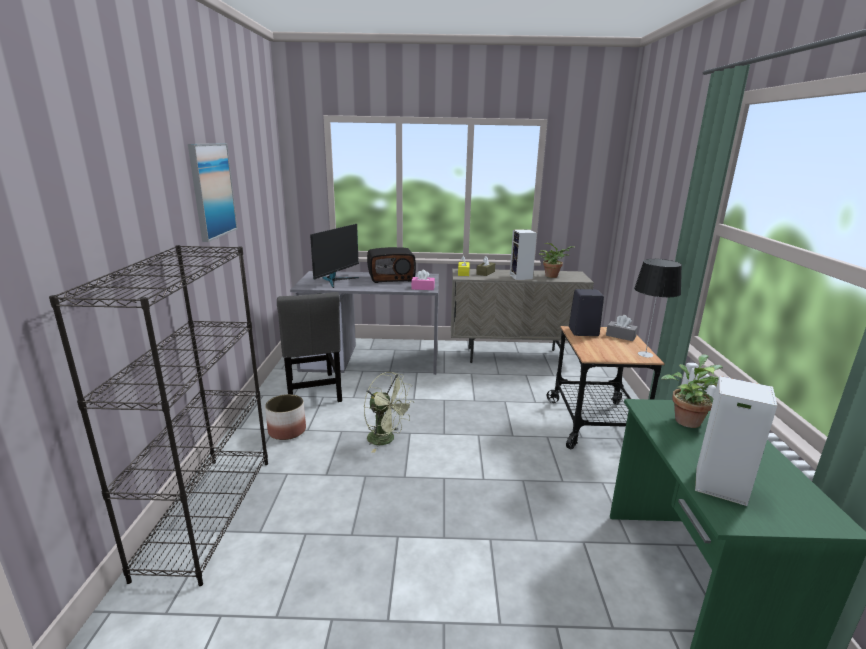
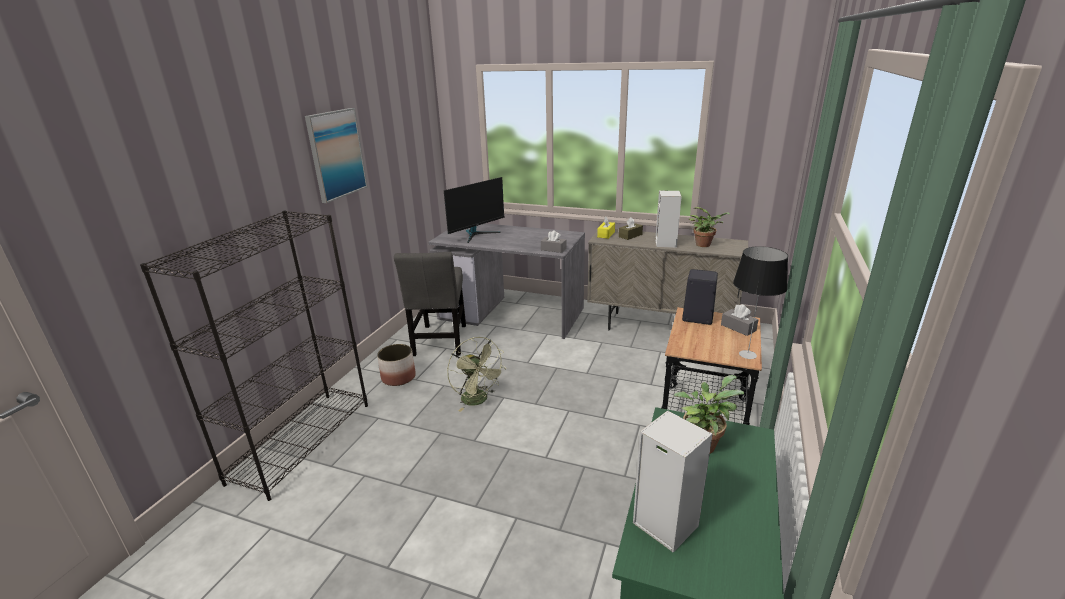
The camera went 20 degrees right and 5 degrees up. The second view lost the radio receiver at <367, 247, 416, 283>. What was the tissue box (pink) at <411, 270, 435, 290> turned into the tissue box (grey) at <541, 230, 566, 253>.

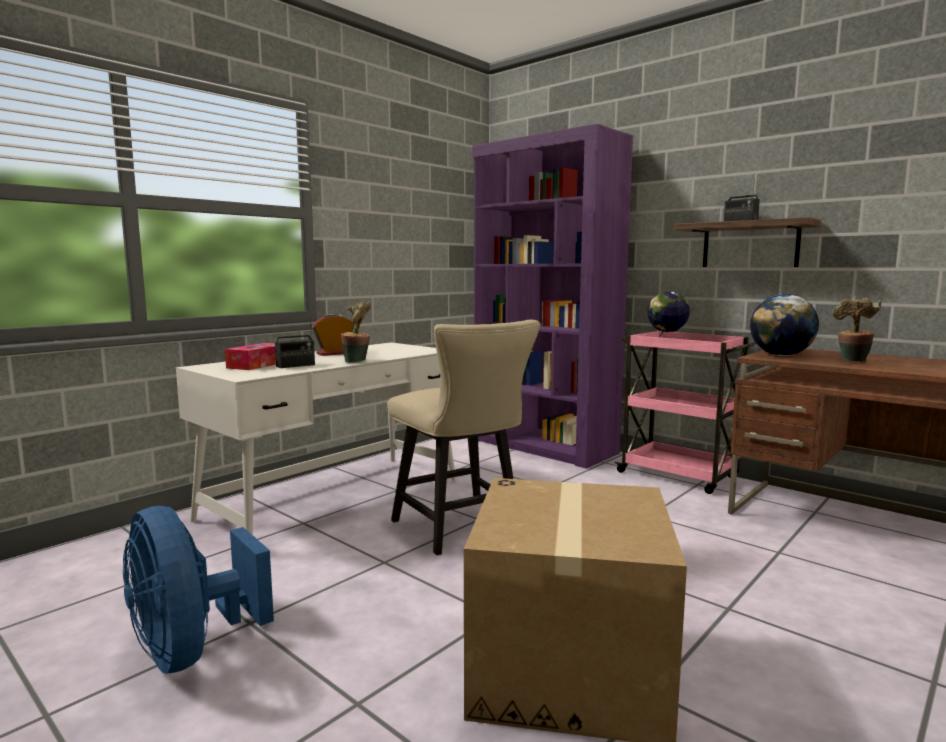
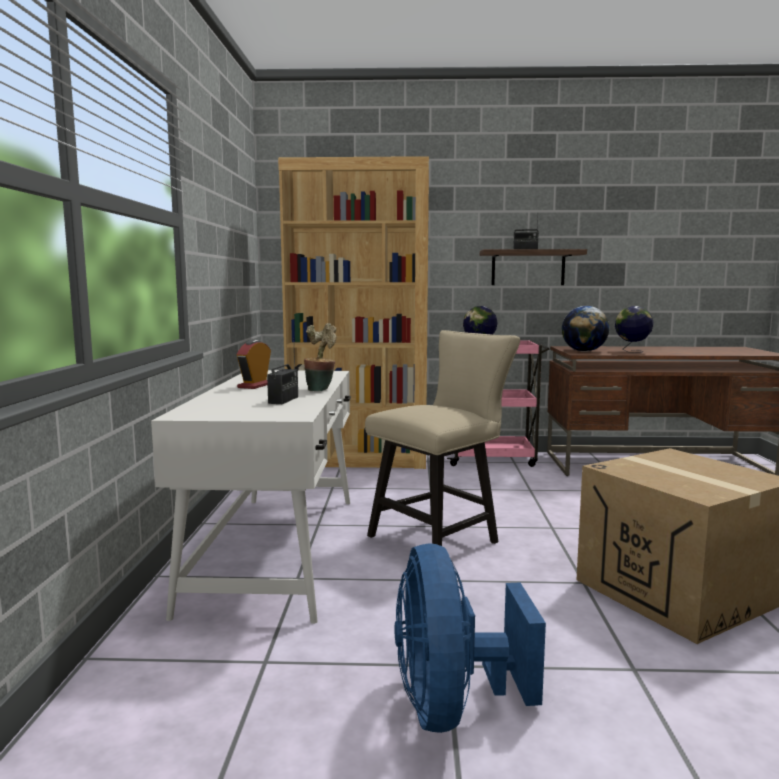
The camera went 40 degrees left and 0 degrees up. The cooling fan (blue-coloured) at <123, 506, 274, 674> ended up facing another way, 75 degrees clockwise from before. The second view lost the tissue box at <225, 343, 276, 370>. The plain chair (beige) at <388, 320, 540, 555> ended up facing another way, 60 degrees counterclockwise from before. What was the bookcase (purplish) at <472, 124, 633, 469> turned into the bookcase (brown-coloured) at <278, 156, 429, 469>. Where the potted plant stood at <832, 296, 881, 362>, the globe came to stand at <615, 306, 653, 353>.

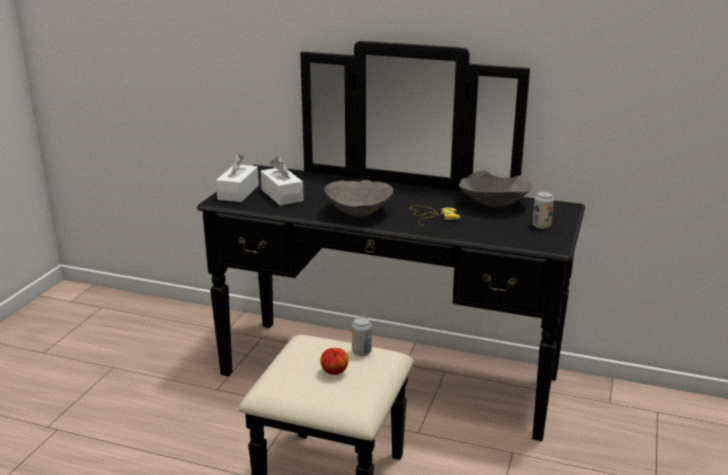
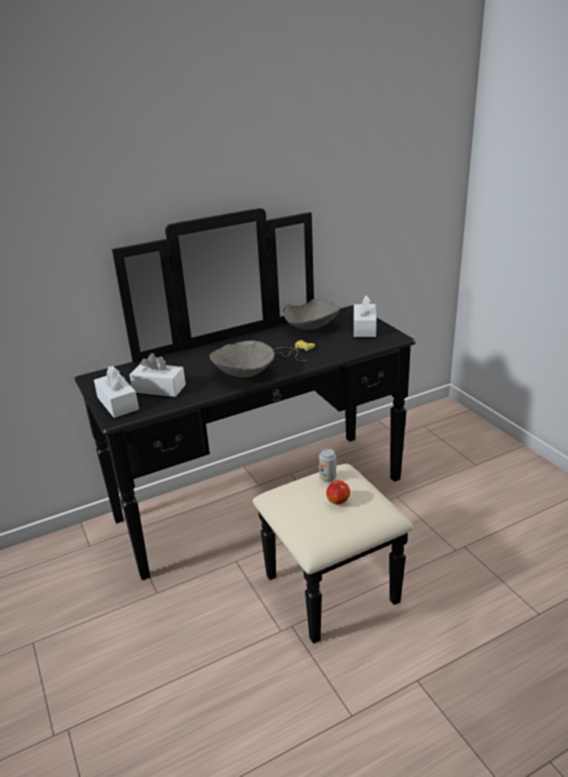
The camera went 45 degrees left and 5 degrees up. Where the sealed can stood at <532, 191, 554, 229>, the tissue box (whitish) came to stand at <354, 296, 377, 337>.

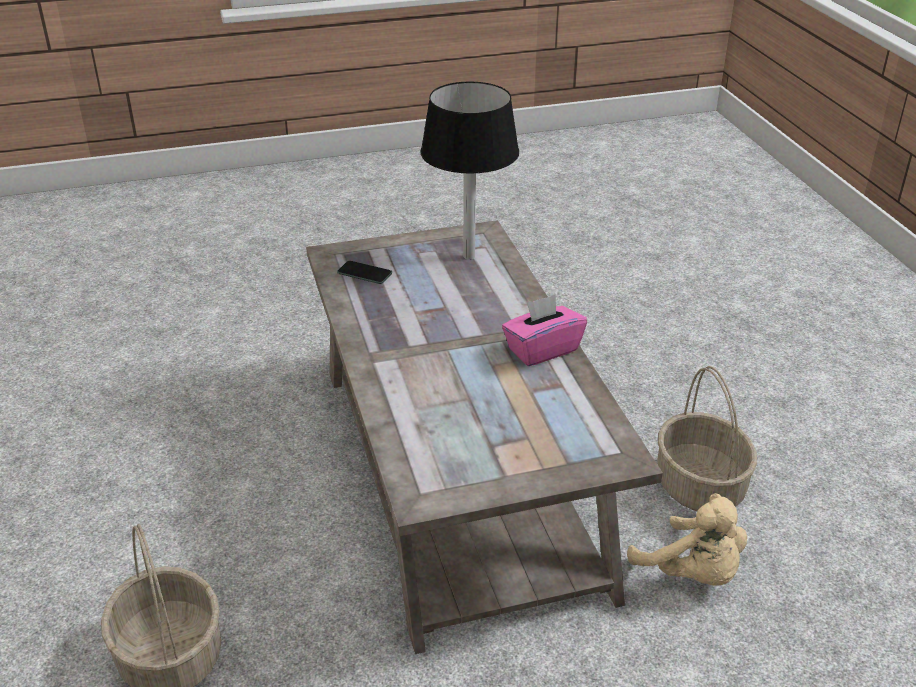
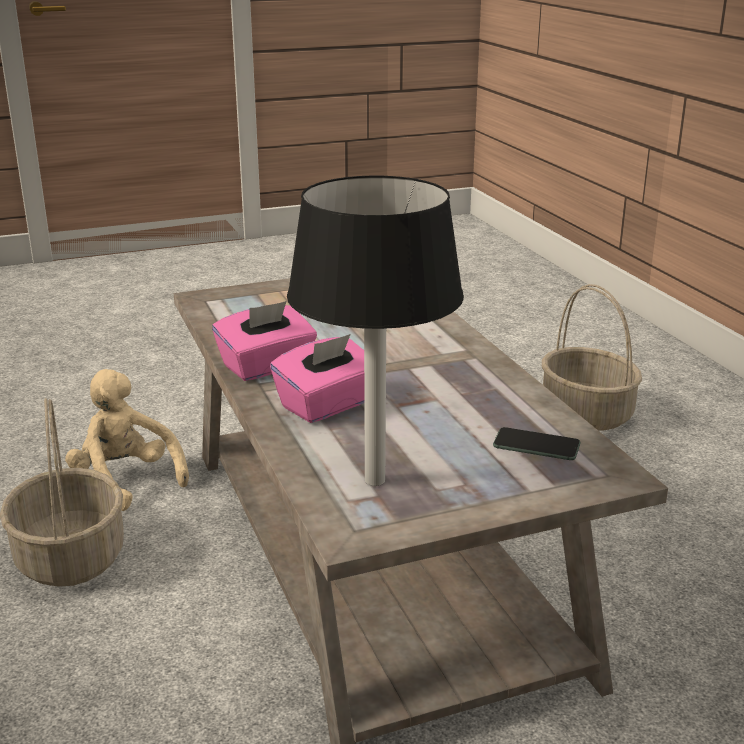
The camera went 175 degrees right and 10 degrees down. The second view gained the tissue box (pink) at <270, 334, 365, 423>.

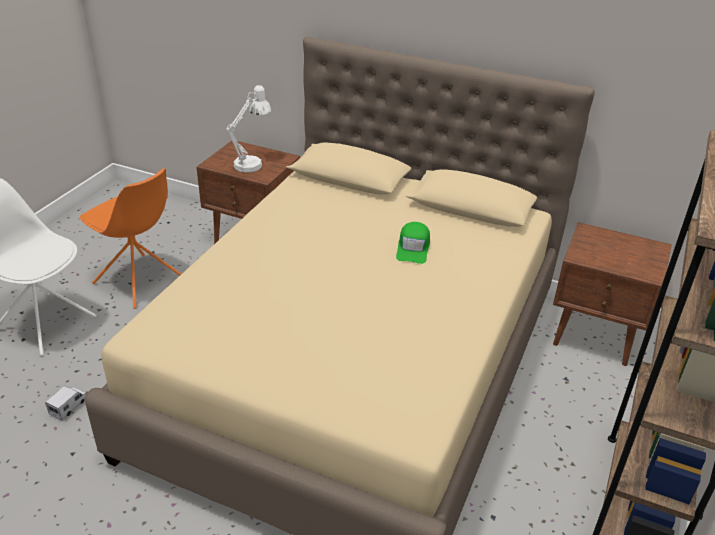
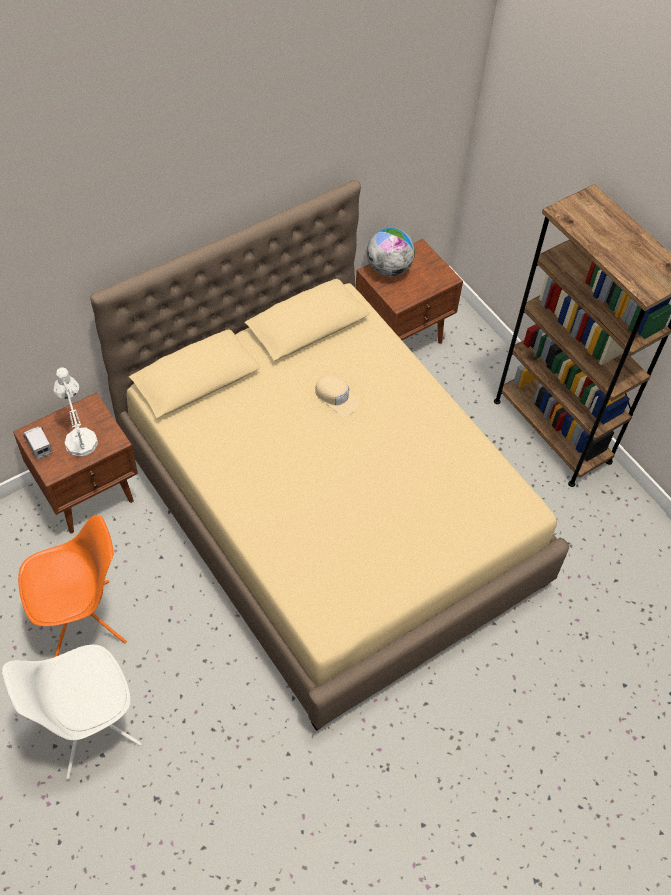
The camera went 60 degrees left and 20 degrees up. The model truck ended up elsewhere, having gone from <45, 386, 86, 420> to <23, 426, 53, 460>. What was the peaked cap (green) at <396, 222, 430, 264> turned into the peaked cap (beige) at <315, 374, 361, 417>. The second view gained the globe at <367, 228, 415, 277>.

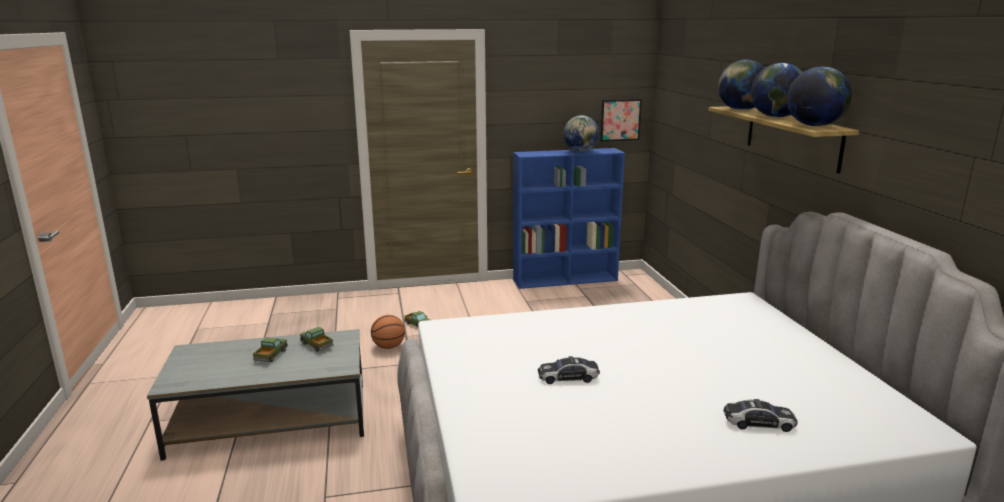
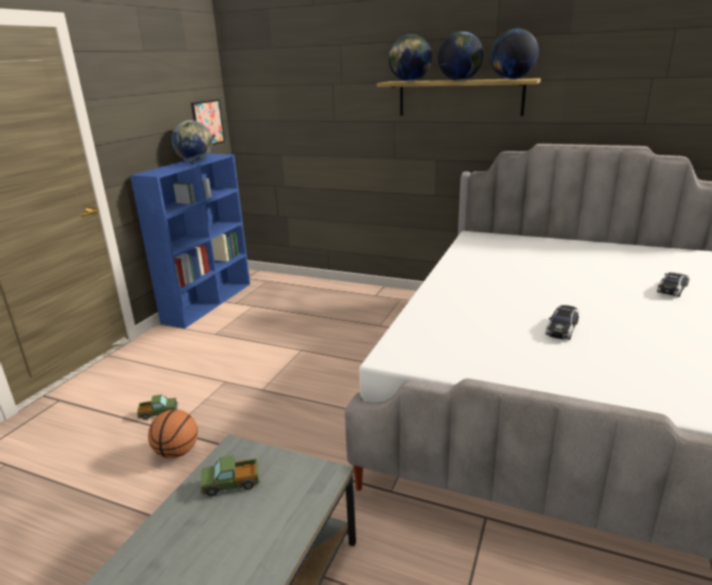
The camera went 55 degrees left and 5 degrees up. The second view lost the model truck at <253, 337, 288, 362>.

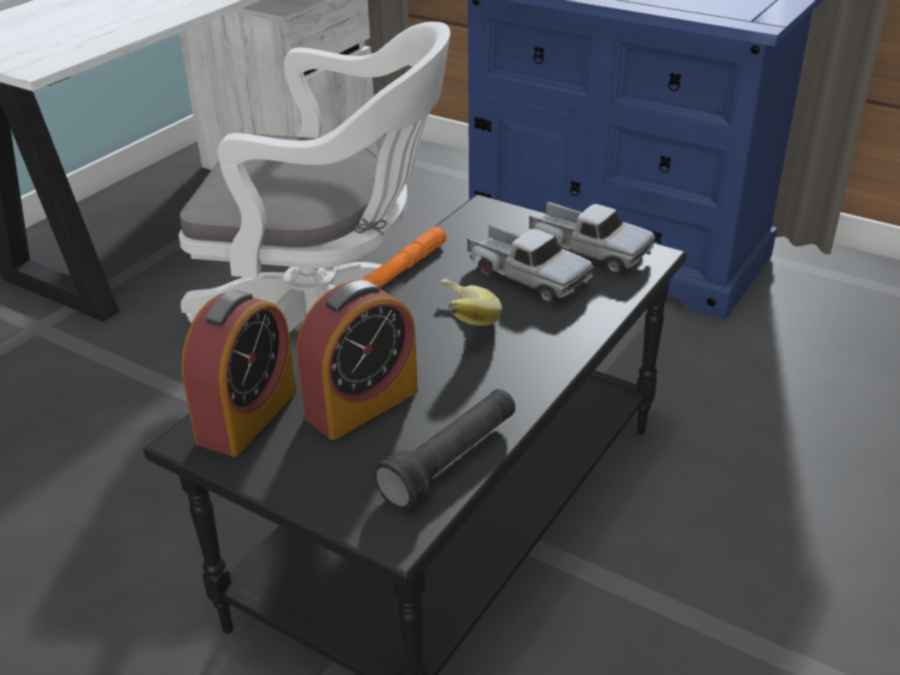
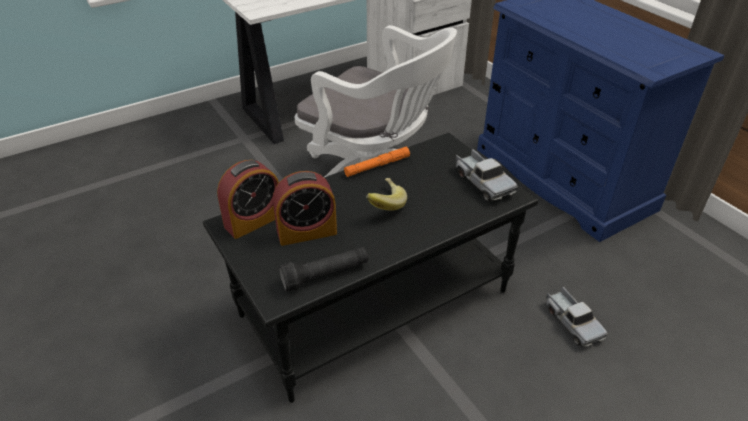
The camera went 25 degrees right and 5 degrees up. The model truck ended up elsewhere, having gone from <467, 224, 594, 303> to <546, 287, 608, 347>.

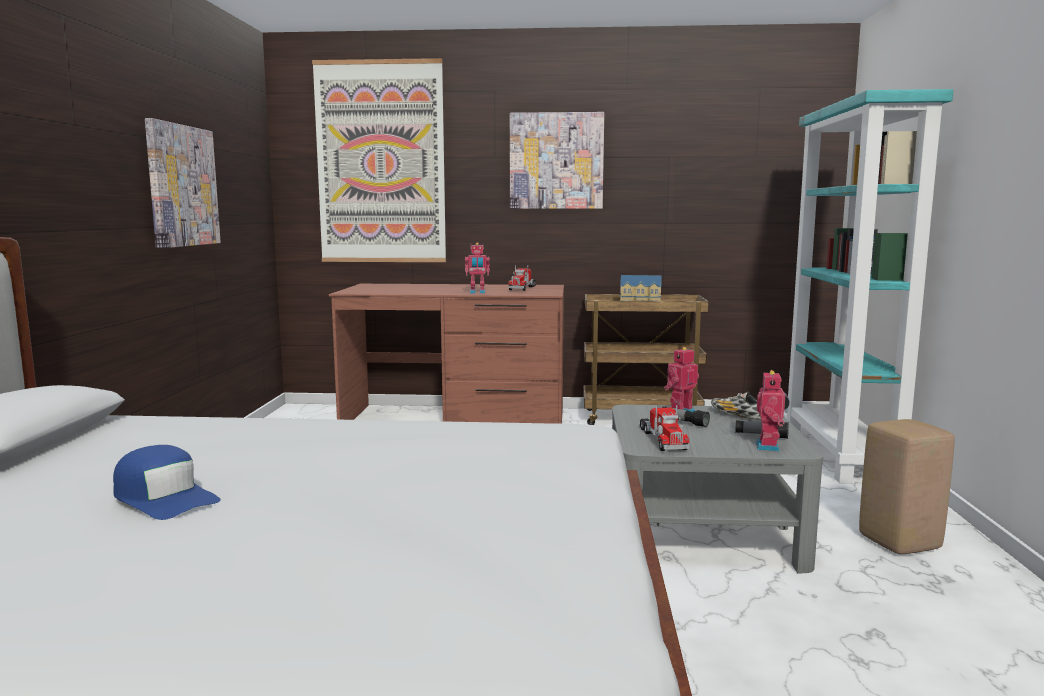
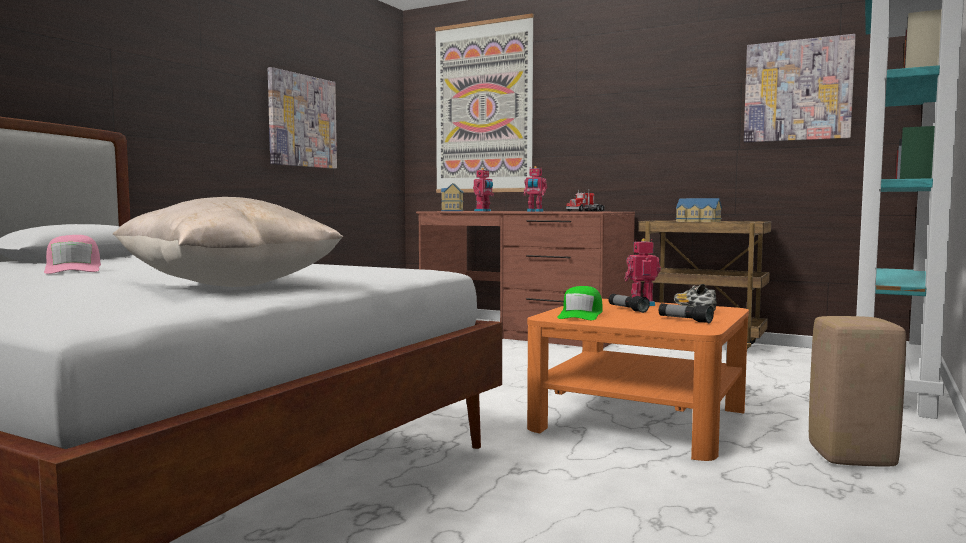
The camera went 25 degrees right and 5 degrees down. What was the peaked cap (blue-coloured) at <113, 445, 221, 520> turned into the peaked cap (pink) at <44, 235, 101, 274>. The wall art ended up elsewhere, having gone from <510, 112, 604, 209> to <744, 34, 856, 143>. What was the low table (grey) at <612, 405, 824, 573> turned into the low table (orangey) at <527, 299, 749, 461>. Where the model truck stood at <640, 405, 690, 451>, the peaked cap (green) came to stand at <557, 286, 603, 320>. The toy robot ended up elsewhere, having gone from <756, 370, 789, 451> to <473, 168, 494, 211>. The second view gained the cushion (beige) at <113, 197, 343, 287>. The second view gained the toy house at <441, 183, 464, 211>.

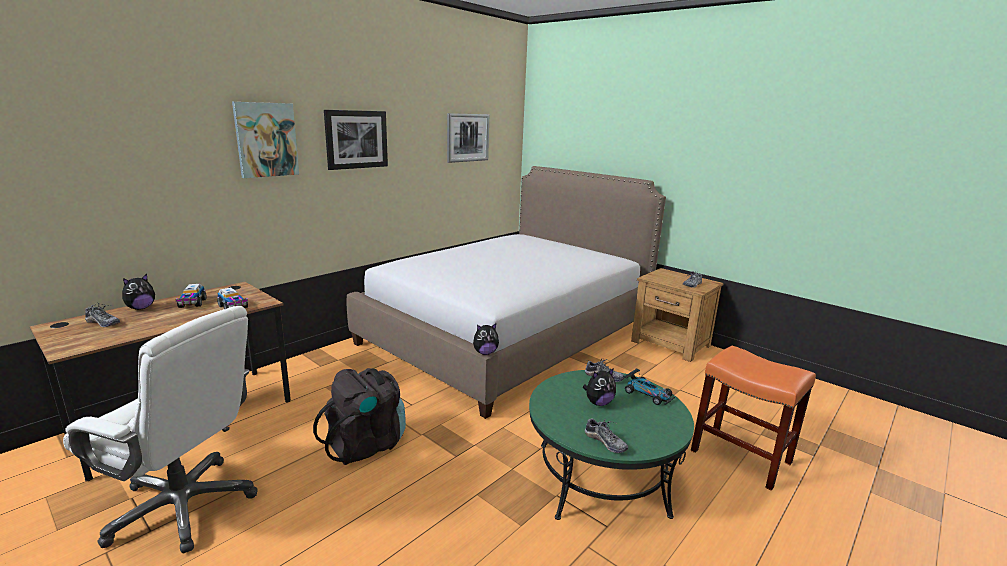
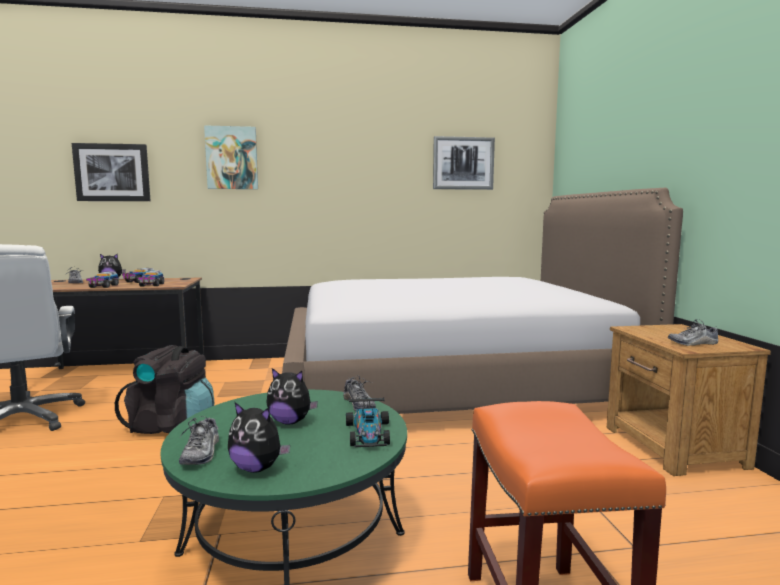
The camera went 40 degrees right and 10 degrees down. The wall art ended up elsewhere, having gone from <324, 110, 388, 170> to <72, 143, 151, 201>. The plush toy ended up elsewhere, having gone from <473, 323, 499, 355> to <228, 402, 290, 473>. The second view gained the model truck at <86, 272, 119, 288>.

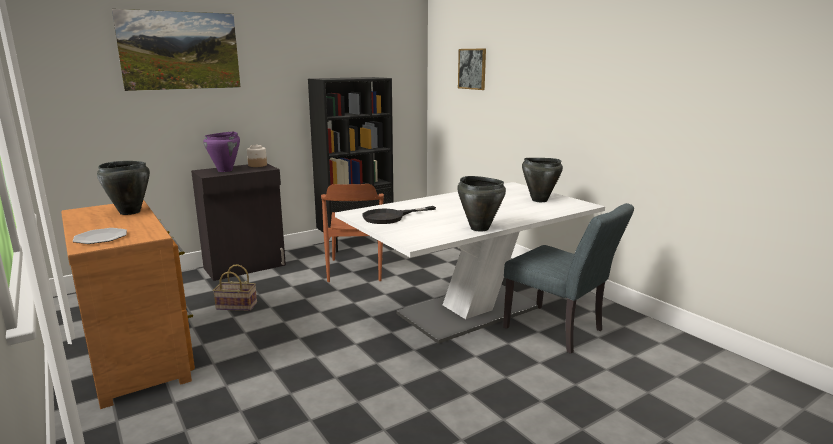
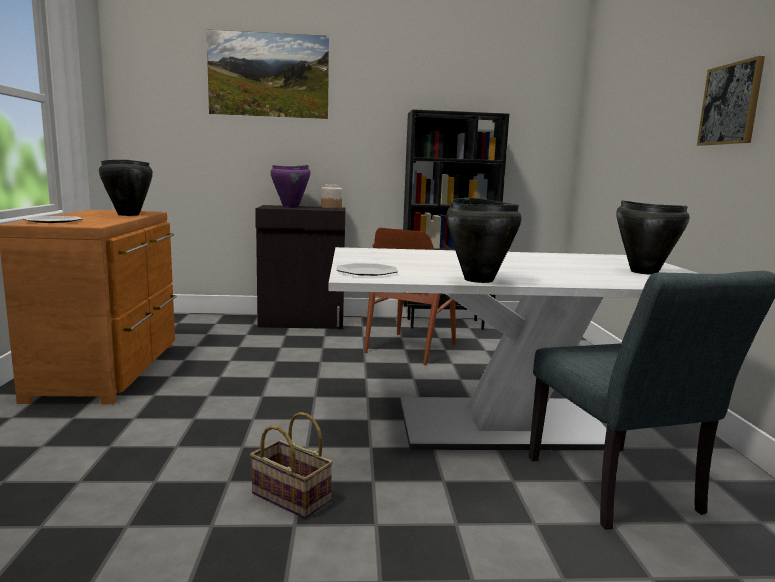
The camera went 30 degrees right and 5 degrees down. The storage basket ended up elsewhere, having gone from <213, 264, 257, 311> to <250, 412, 333, 519>. The second view lost the pan (blackish) at <362, 206, 436, 224>. The wall art ended up elsewhere, having gone from <458, 48, 486, 90> to <697, 56, 765, 146>. The second view gained the flat dish at <336, 263, 398, 276>.

